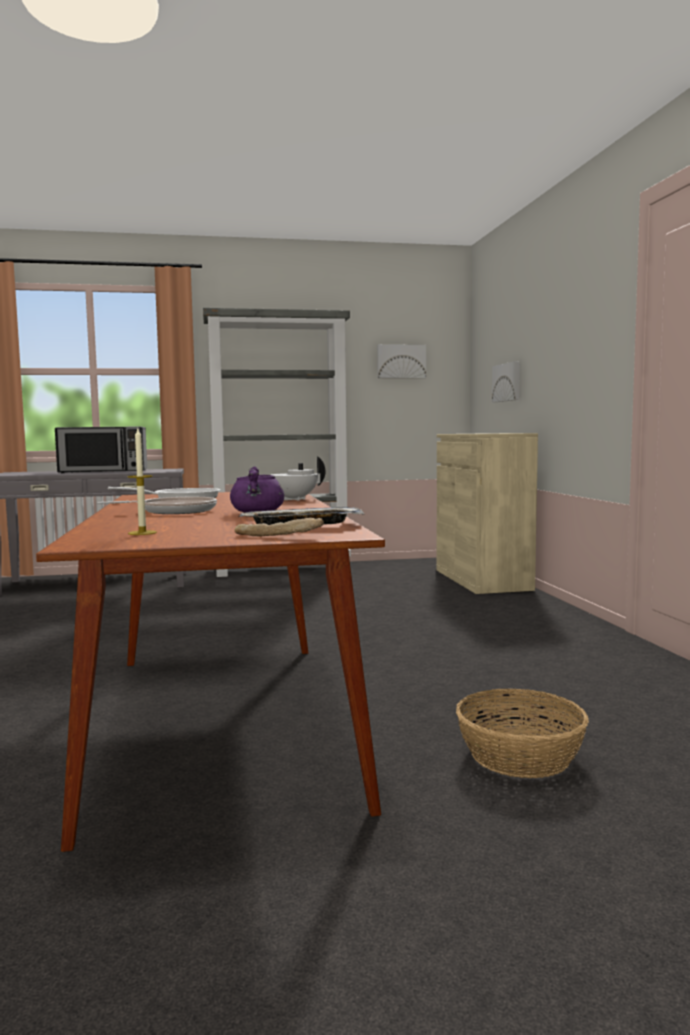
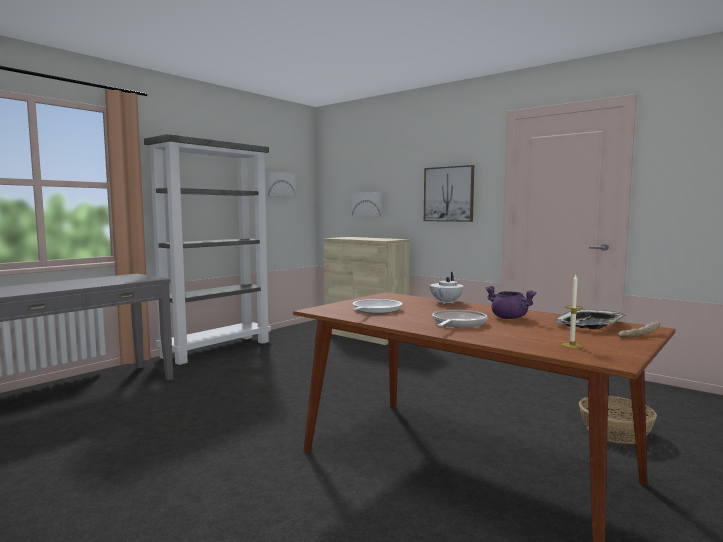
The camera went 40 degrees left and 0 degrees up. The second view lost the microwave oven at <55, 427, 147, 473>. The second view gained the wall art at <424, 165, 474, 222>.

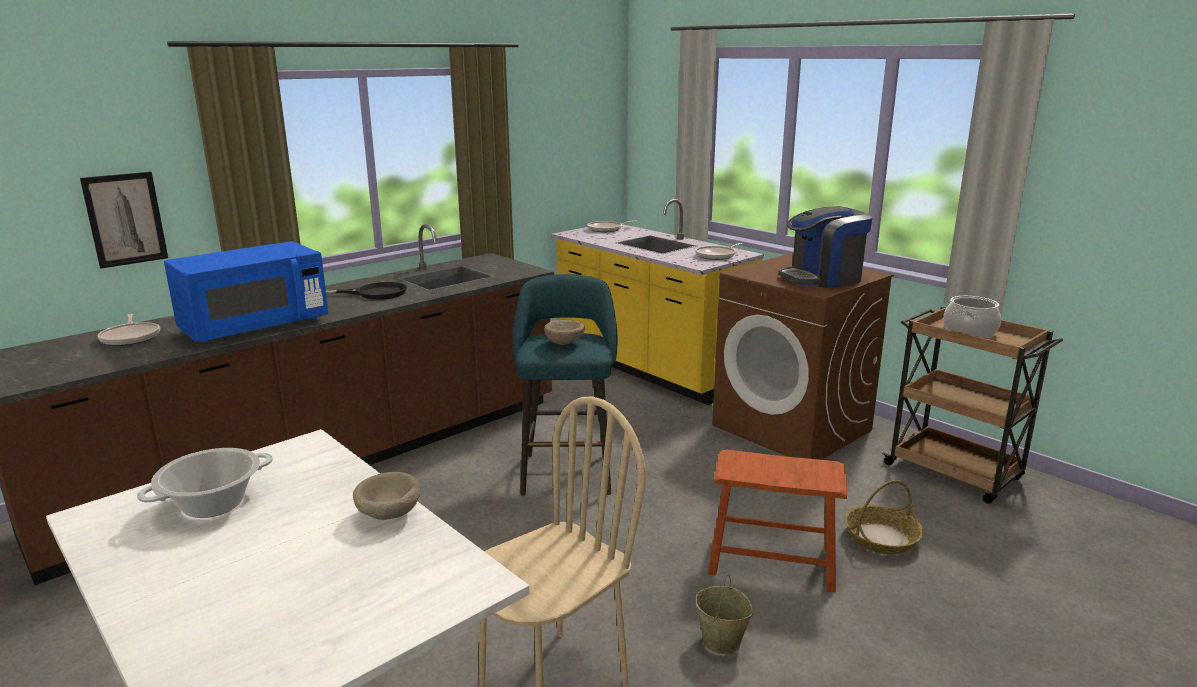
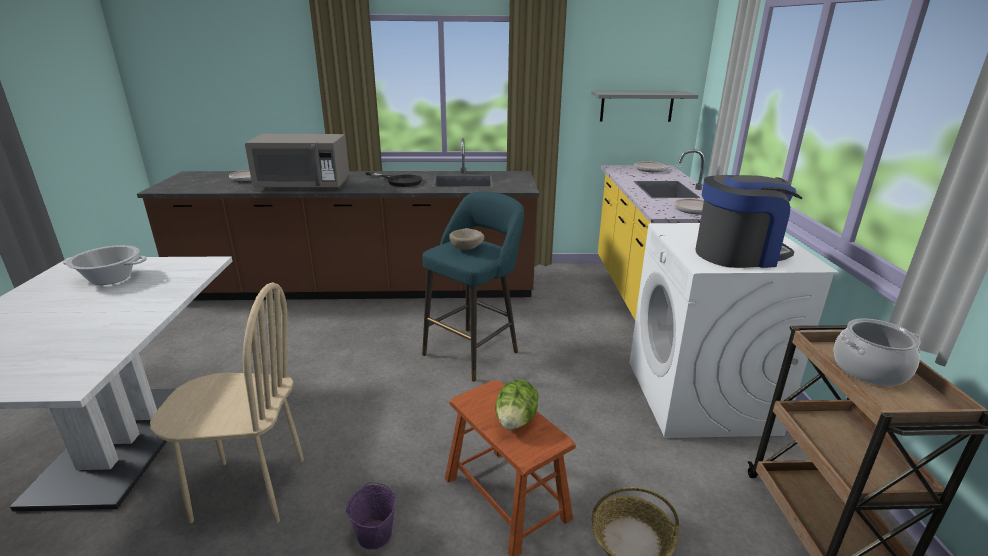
The camera went 40 degrees right and 5 degrees up. The second view lost the wall art at <80, 172, 168, 269>. What was the microwave oven (blue-coloured) at <164, 241, 329, 343> turned into the microwave oven (grey) at <245, 134, 350, 189>. The second view lost the deep dish (beige) at <353, 472, 421, 520>. What was the bucket (beige) at <696, 574, 754, 654> turned into the bucket (purplish) at <346, 482, 396, 550>. What was the laundry appliance (brown-coloured) at <712, 253, 894, 460> turned into the laundry appliance (whitish) at <630, 223, 839, 438>. The coffee machine at <778, 206, 872, 288> ended up facing another way, 150 degrees clockwise from before. The second view gained the lettuce head at <495, 380, 539, 430>. The second view gained the bracket shelf (grey) at <591, 91, 699, 122>.

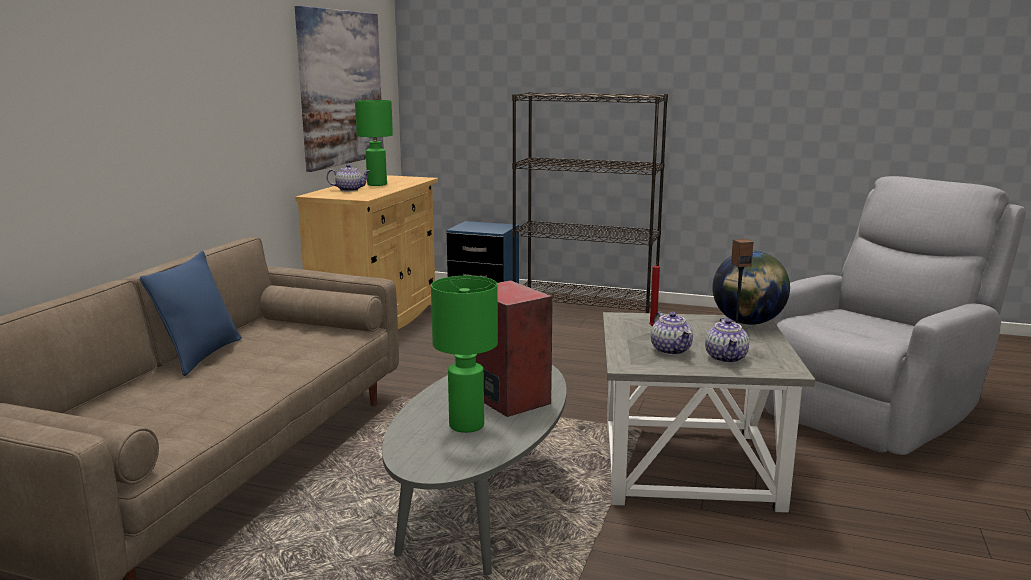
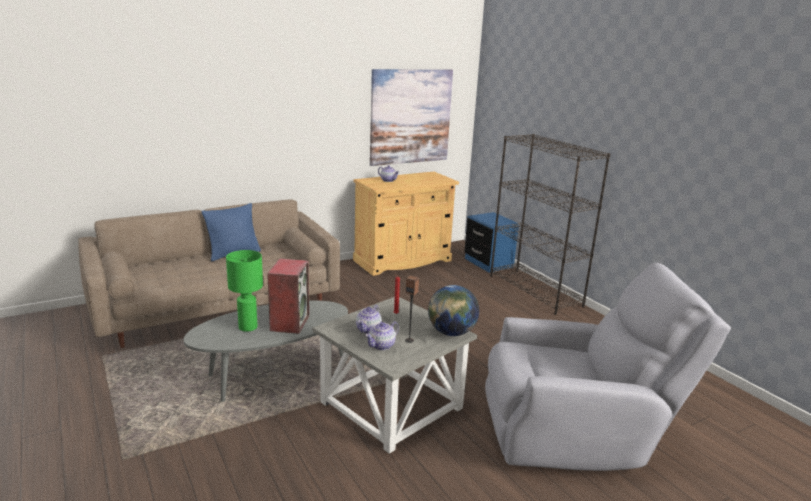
The camera went 40 degrees right and 5 degrees up. The second view lost the lamp for a table (green) at <355, 100, 393, 186>.

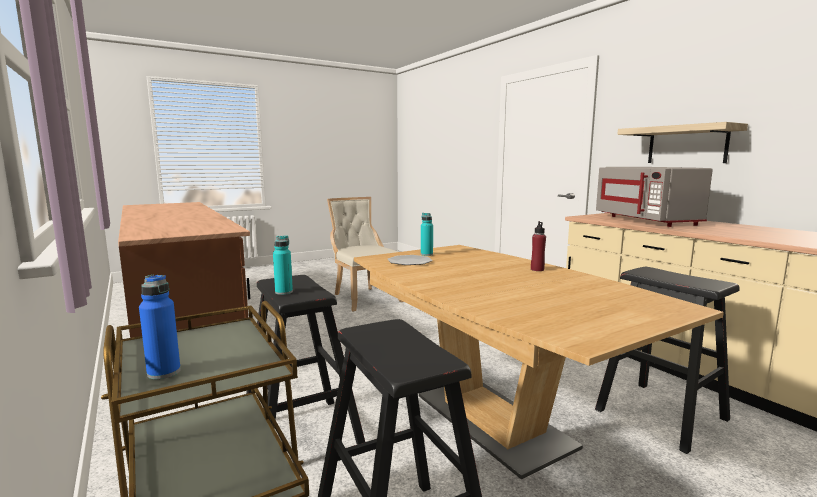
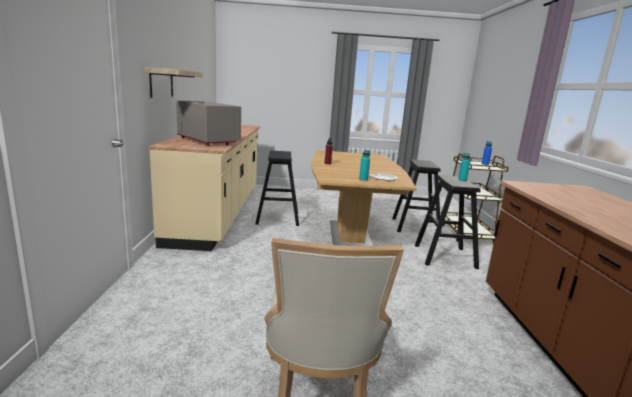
The camera went 150 degrees left and 5 degrees up. The microwave oven (grey) at <596, 167, 713, 227> ended up facing another way, 60 degrees counterclockwise from before.

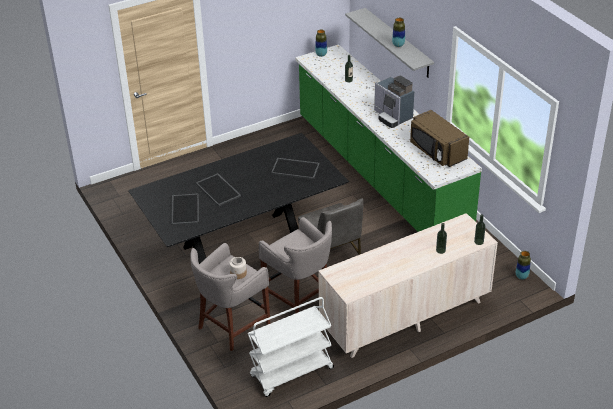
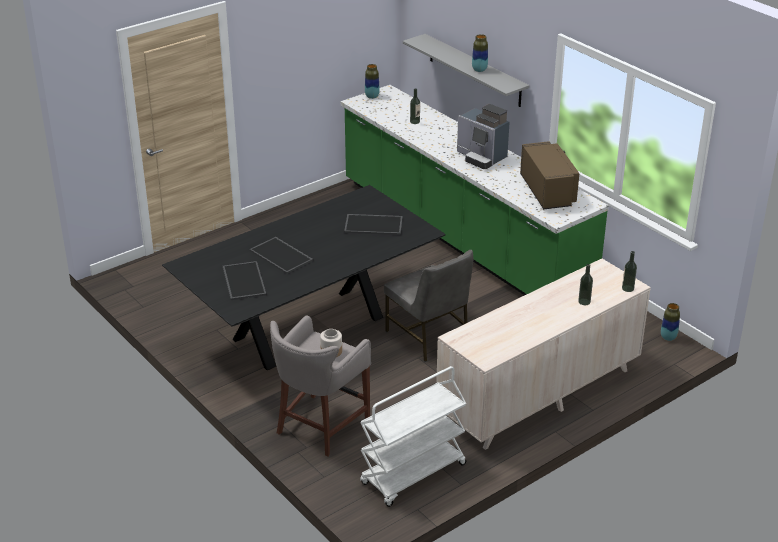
The camera went 10 degrees left and 5 degrees down. The second view lost the stool (grey) at <259, 217, 332, 314>. The microwave oven (brown-coloured) at <410, 110, 469, 167> ended up facing another way, 150 degrees counterclockwise from before.

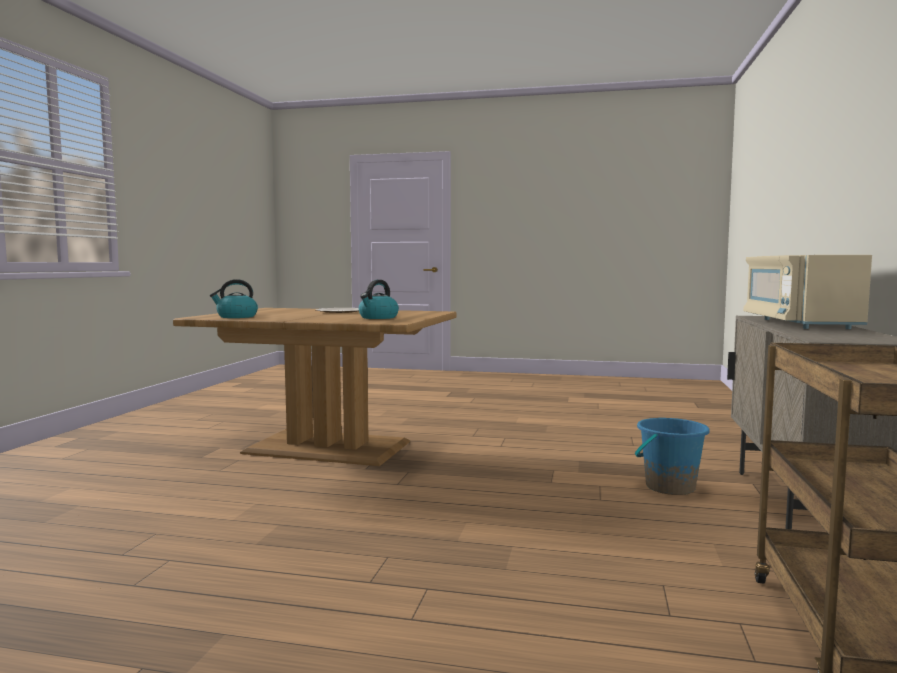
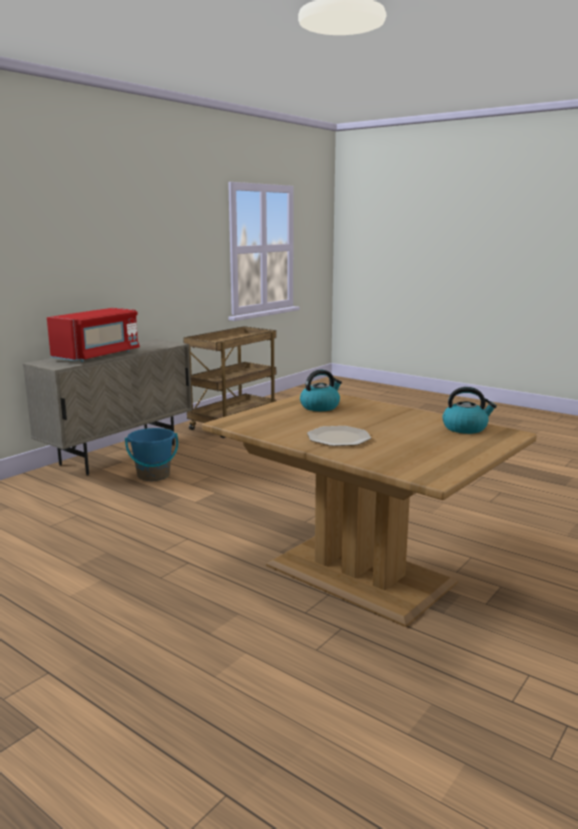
The camera went 155 degrees left and 10 degrees up. What was the microwave oven (beige) at <743, 255, 872, 329> turned into the microwave oven (red) at <47, 308, 140, 362>.

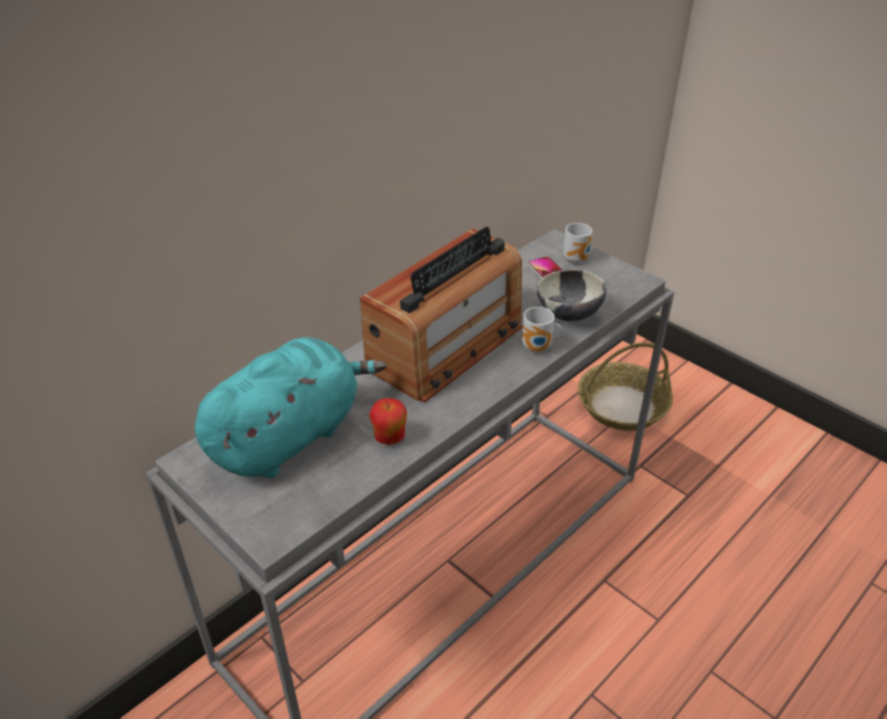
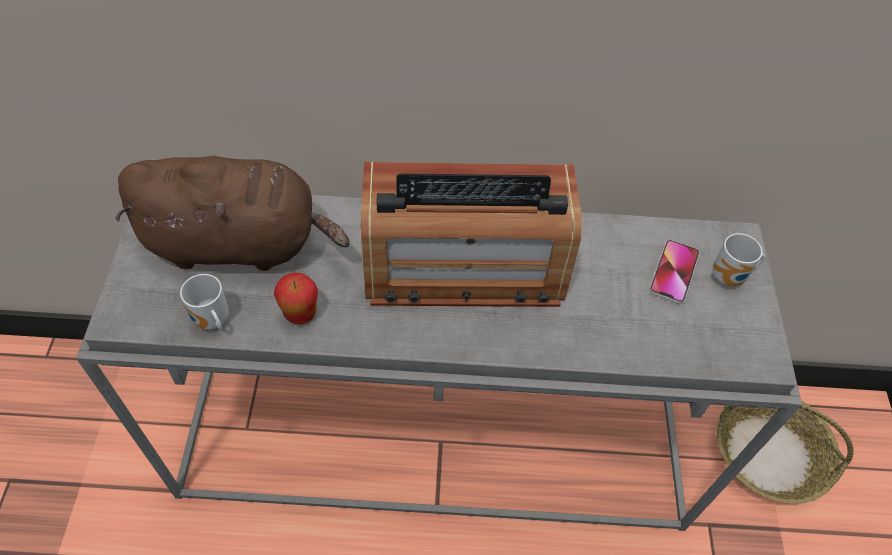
The camera went 45 degrees right and 15 degrees up. What was the plush toy (turquoise) at <195, 337, 387, 478> turned into the plush toy (brown-coloured) at <115, 156, 350, 271>. The tea mug ended up elsewhere, having gone from <522, 307, 562, 353> to <180, 274, 229, 330>. The second view lost the deep dish at <537, 269, 606, 322>.

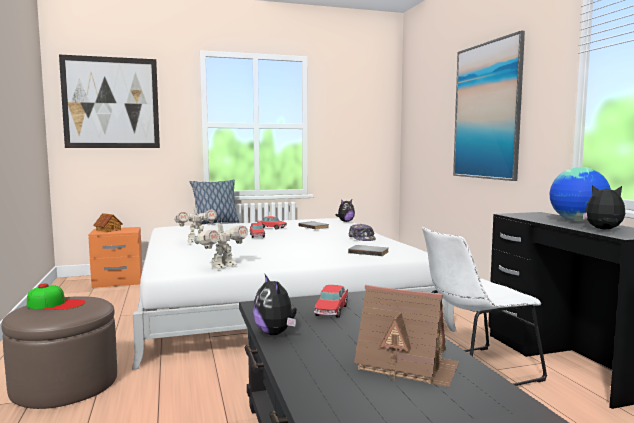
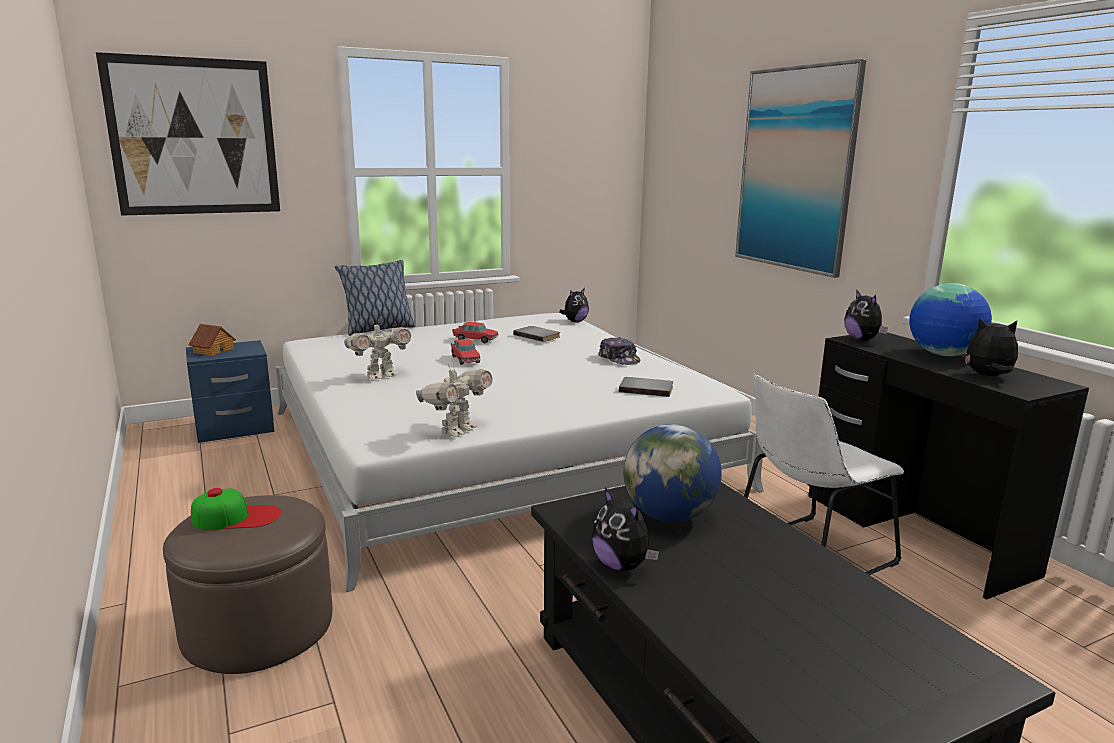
The camera went 10 degrees left and 10 degrees up. What was the nightstand (orangey) at <88, 227, 142, 288> turned into the nightstand (blue-coloured) at <186, 340, 274, 443>. Where the toy car stood at <314, 285, 348, 318>, the globe came to stand at <623, 424, 722, 522>. The second view lost the toy house at <354, 285, 459, 387>. The second view gained the plush toy at <844, 289, 888, 341>.

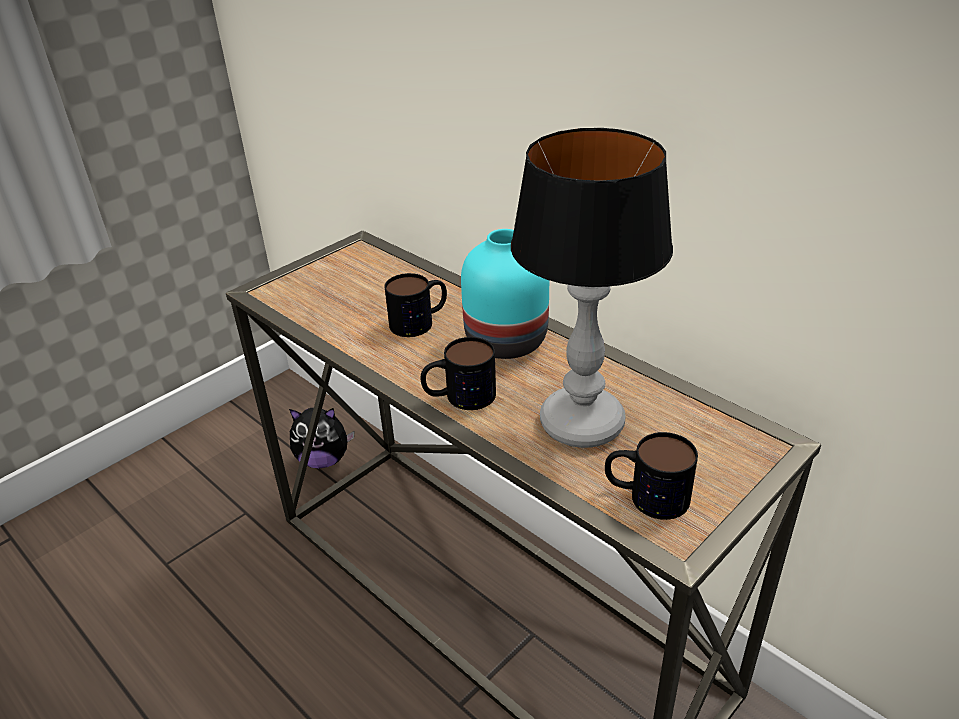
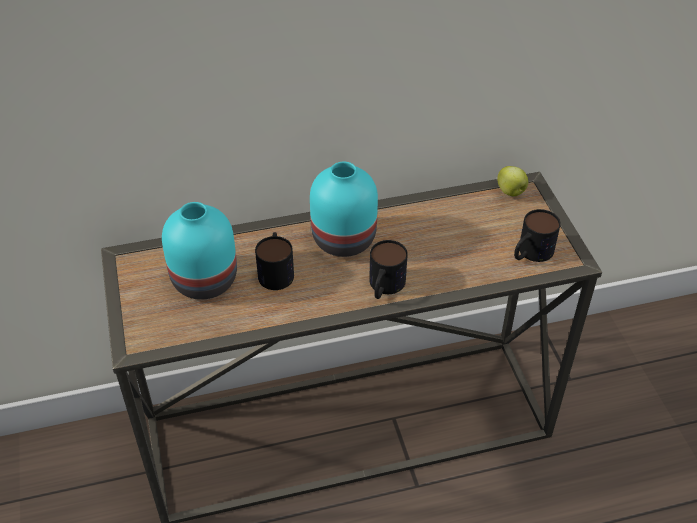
The camera went 60 degrees left and 10 degrees up. The second view lost the plush toy at <289, 407, 355, 468>. The second view lost the lamp for a table at <511, 128, 673, 448>. The second view gained the decorative vase (turquoise) at <162, 202, 237, 300>. The second view gained the whole apple at <497, 166, 528, 196>.

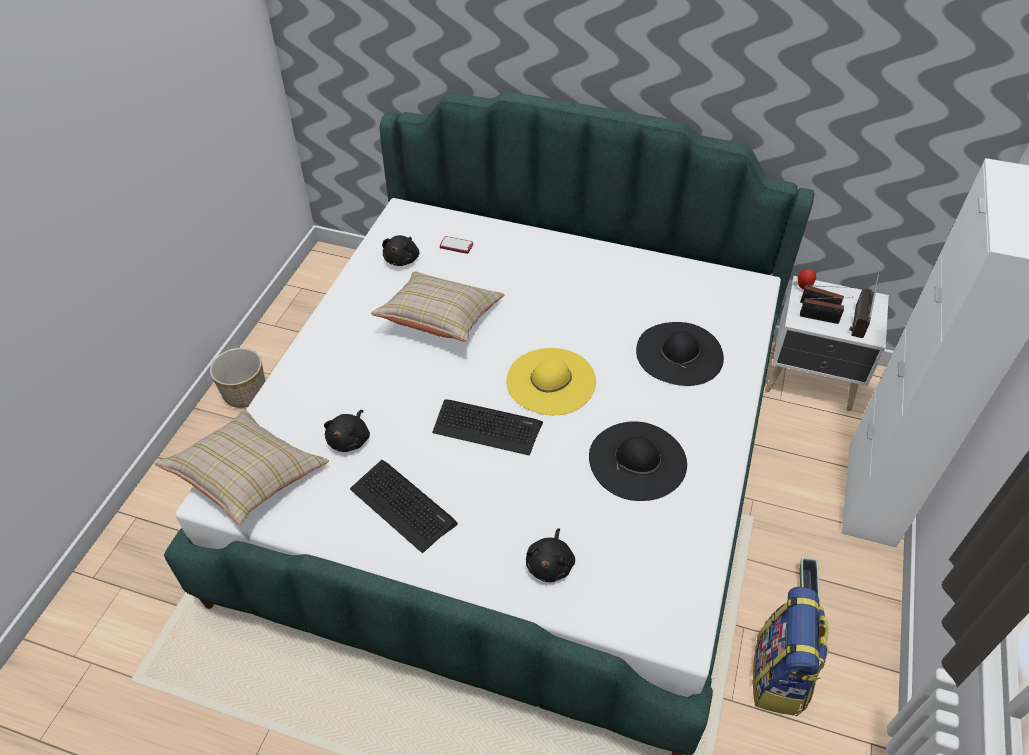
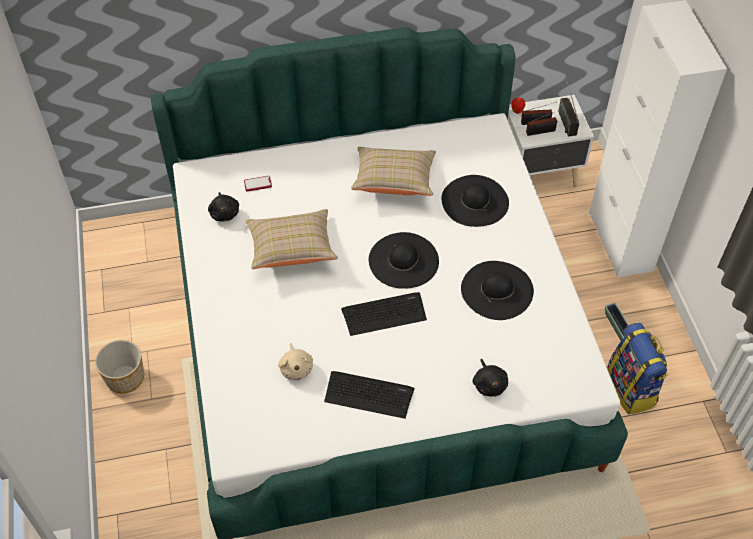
The camera went 30 degrees left and 5 degrees up. The cushion (beige) ended up elsewhere, having gone from <154, 410, 329, 525> to <351, 147, 436, 196>. What was the plush toy (blackish) at <324, 410, 370, 452> turned into the plush toy (beige) at <278, 343, 313, 380>. What was the hat (yellow-coloured) at <506, 348, 596, 415> turned into the hat (blackish) at <369, 232, 439, 289>.

